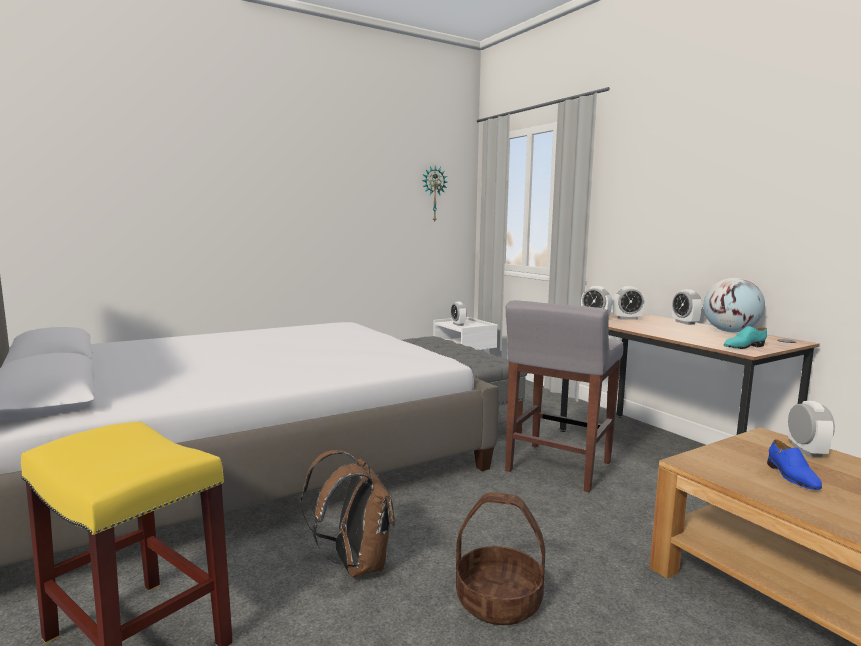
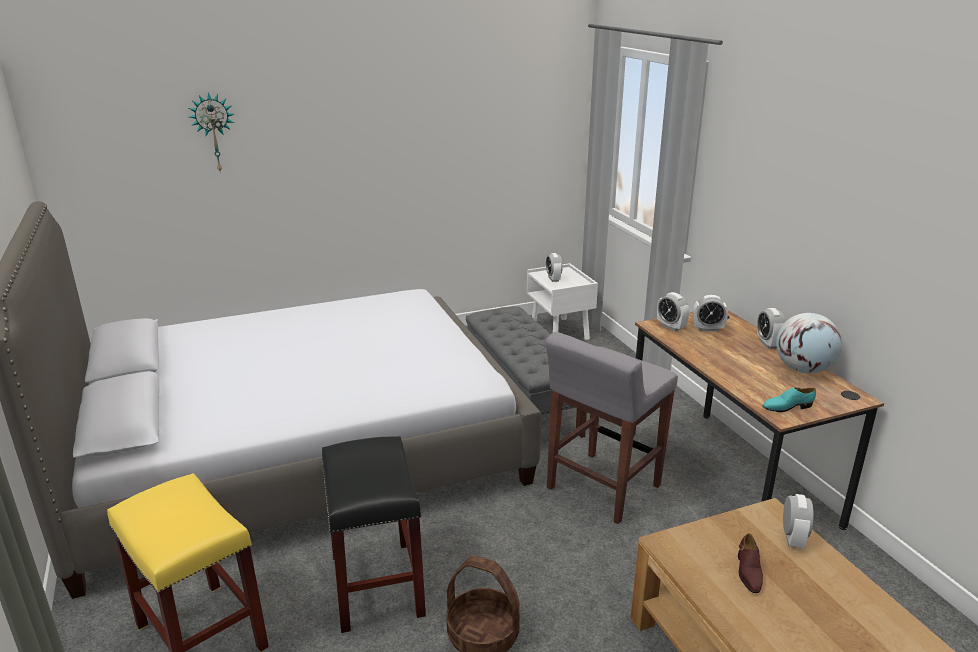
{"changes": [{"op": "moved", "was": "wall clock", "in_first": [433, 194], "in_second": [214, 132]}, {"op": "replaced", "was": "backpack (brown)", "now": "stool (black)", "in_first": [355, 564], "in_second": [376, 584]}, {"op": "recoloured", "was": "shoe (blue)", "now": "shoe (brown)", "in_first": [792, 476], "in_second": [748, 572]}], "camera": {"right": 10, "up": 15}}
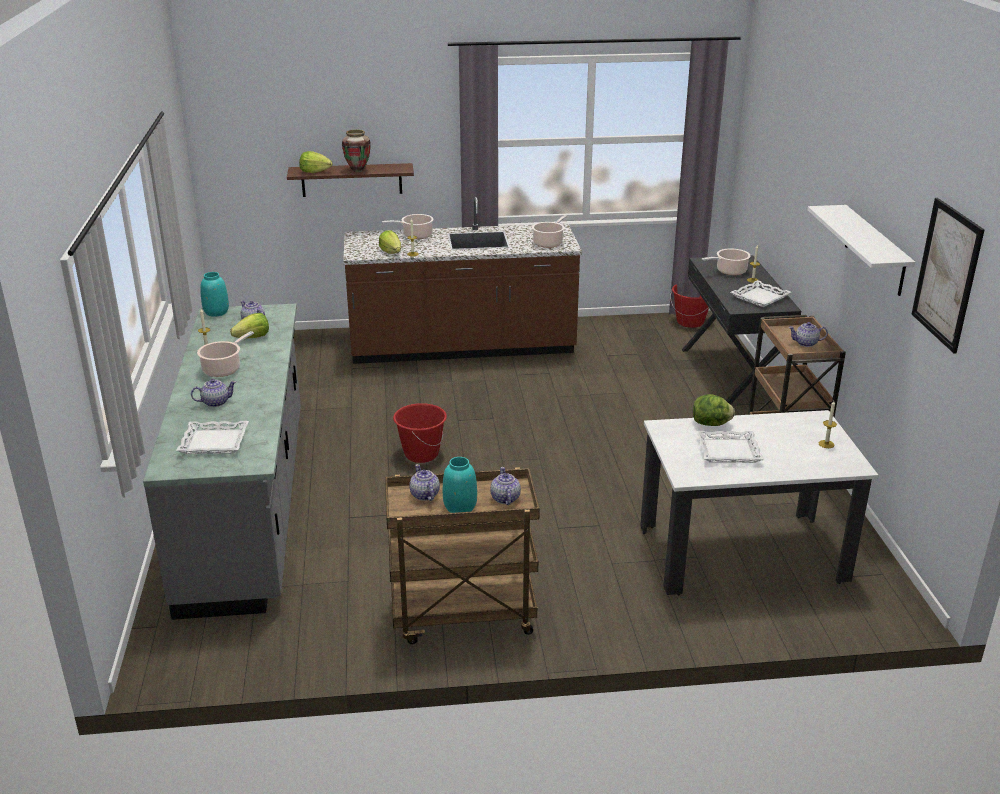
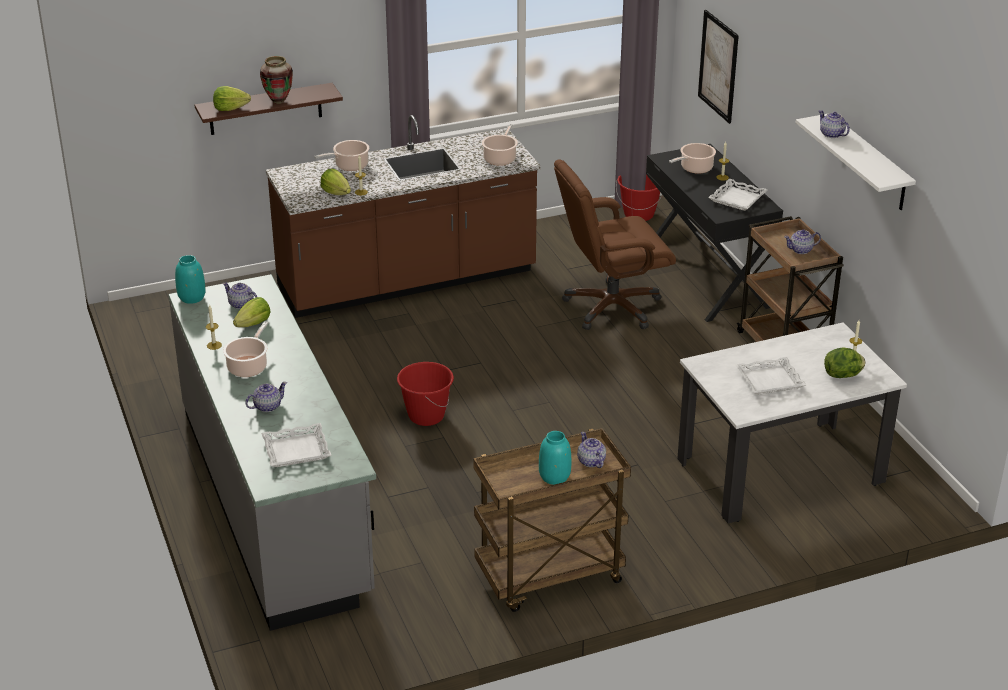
{"changes": [{"op": "added", "now": "office chair (brown)", "in_second": [611, 307]}, {"op": "moved", "was": "teapot", "in_first": [424, 495], "in_second": [832, 134]}, {"op": "moved", "was": "lettuce", "in_first": [711, 424], "in_second": [843, 375]}, {"op": "moved", "was": "picture", "in_first": [947, 274], "in_second": [718, 66]}], "camera": {"right": -15, "up": 5}}
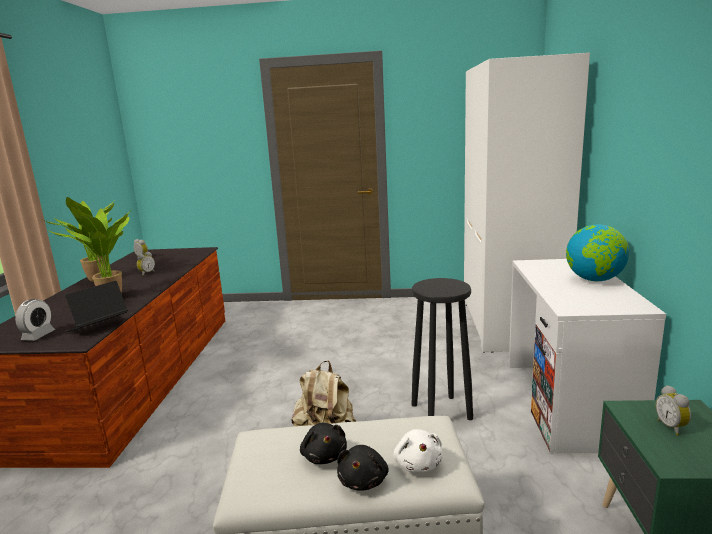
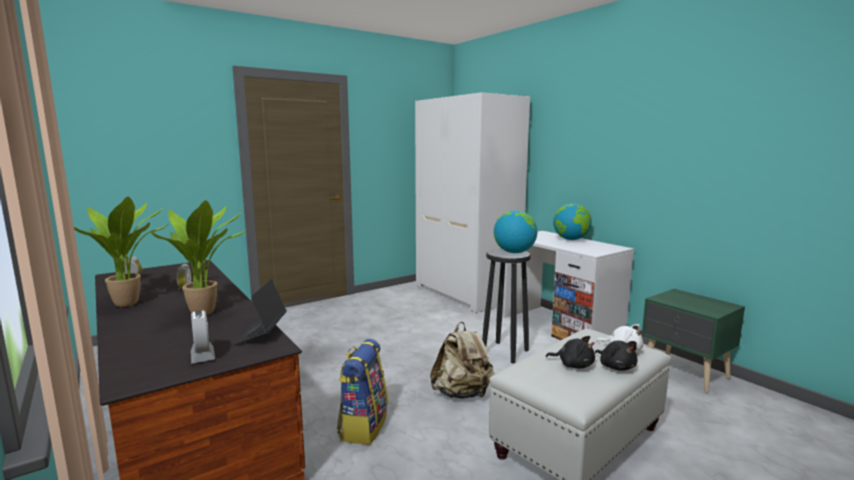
{"changes": [{"op": "removed", "was": "alarm clock", "in_first": [672, 427]}, {"op": "added", "now": "backpack", "in_second": [363, 426]}, {"op": "added", "now": "globe", "in_second": [514, 252]}], "camera": {"right": -40, "up": -5}}
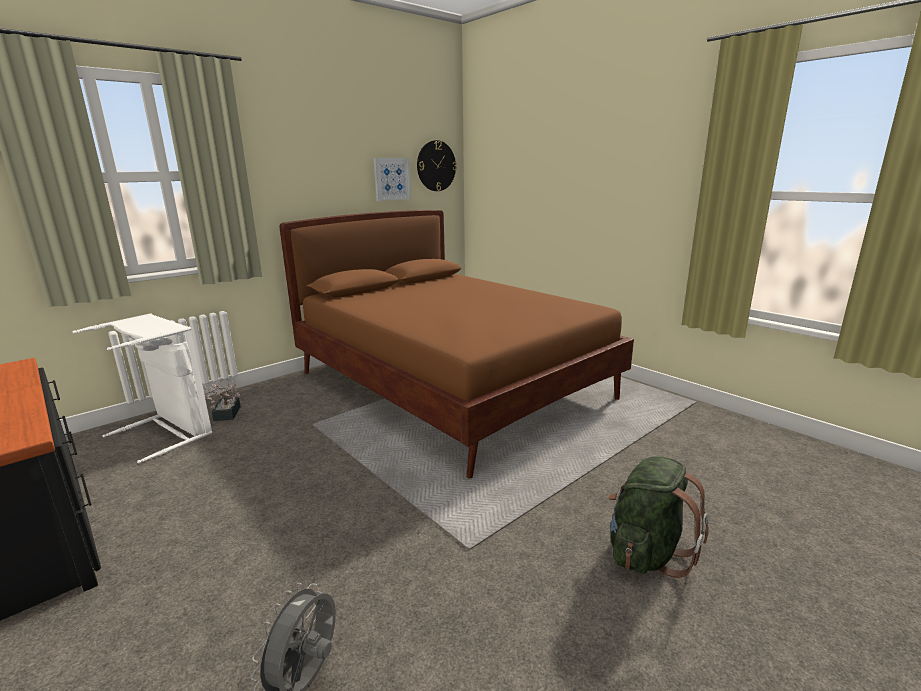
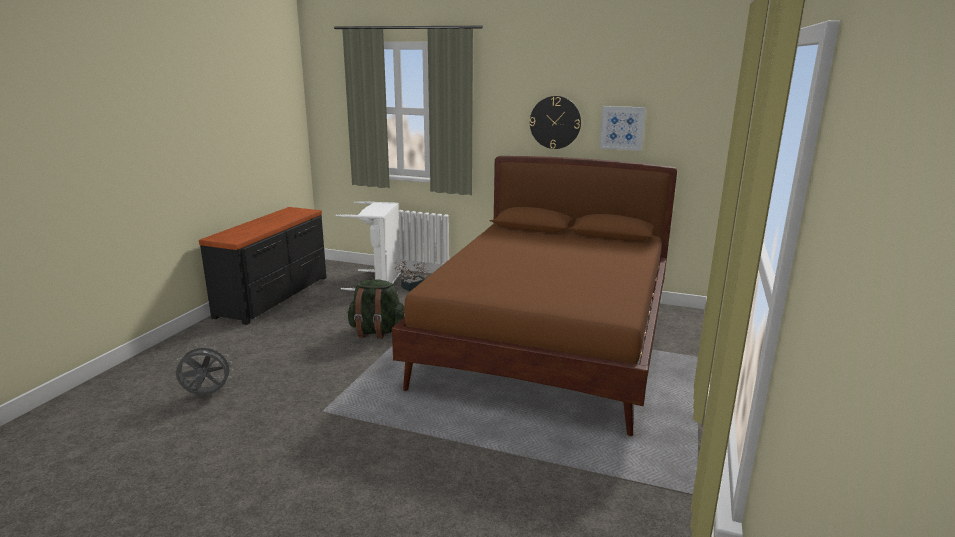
{"changes": [{"op": "moved", "was": "wall clock", "in_first": [436, 166], "in_second": [555, 122]}, {"op": "moved", "was": "backpack (green)", "in_first": [646, 552], "in_second": [376, 332]}], "camera": {"right": 60, "up": 0}}
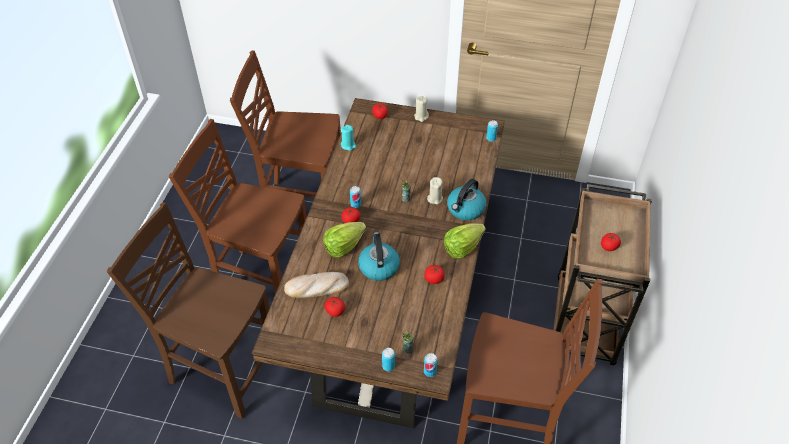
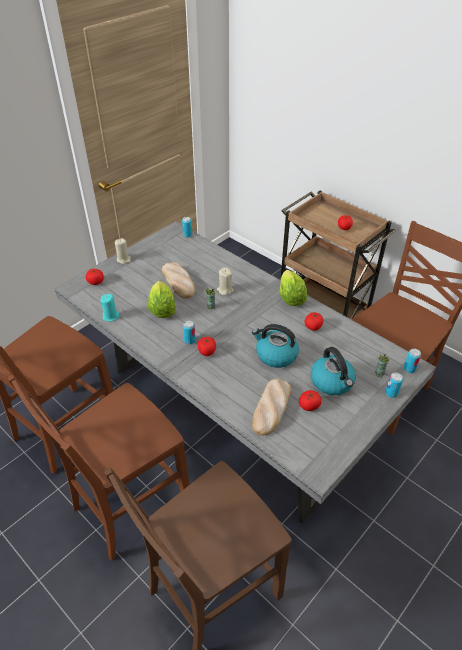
{"changes": [{"op": "added", "now": "bread", "in_second": [179, 282]}, {"op": "moved", "was": "lettuce", "in_first": [343, 246], "in_second": [162, 309]}, {"op": "moved", "was": "kettle", "in_first": [465, 209], "in_second": [332, 382]}, {"op": "recoloured", "was": "dining table (brown)", "now": "dining table (grey)", "in_first": [394, 304], "in_second": [232, 412]}], "camera": {"right": -60, "up": -5}}
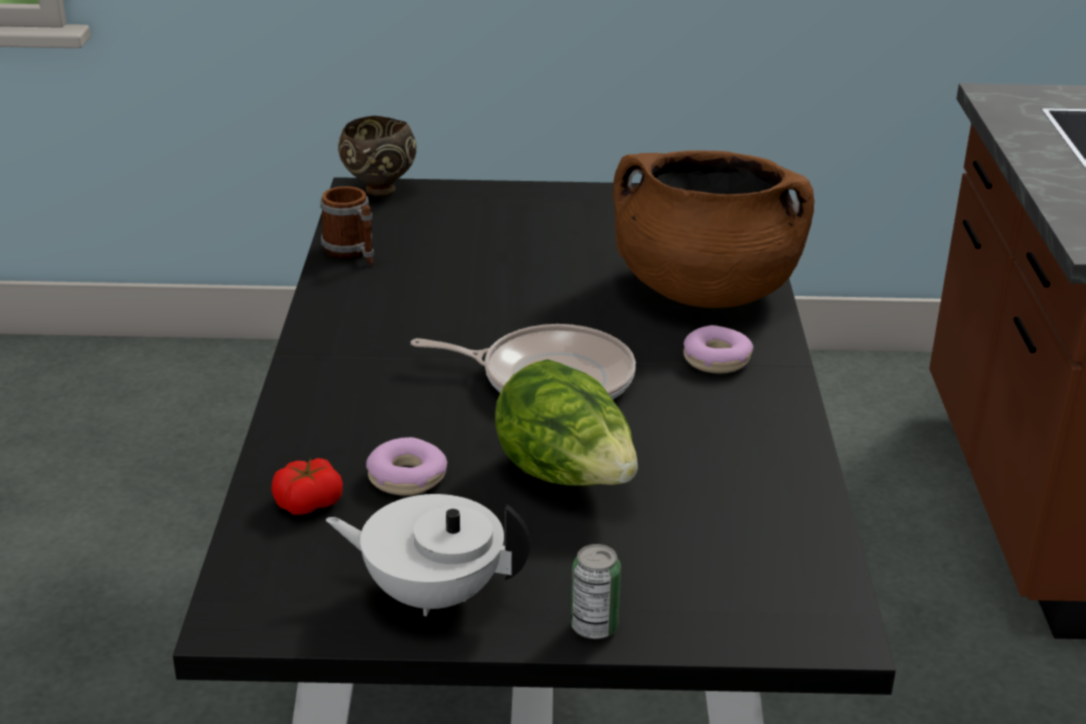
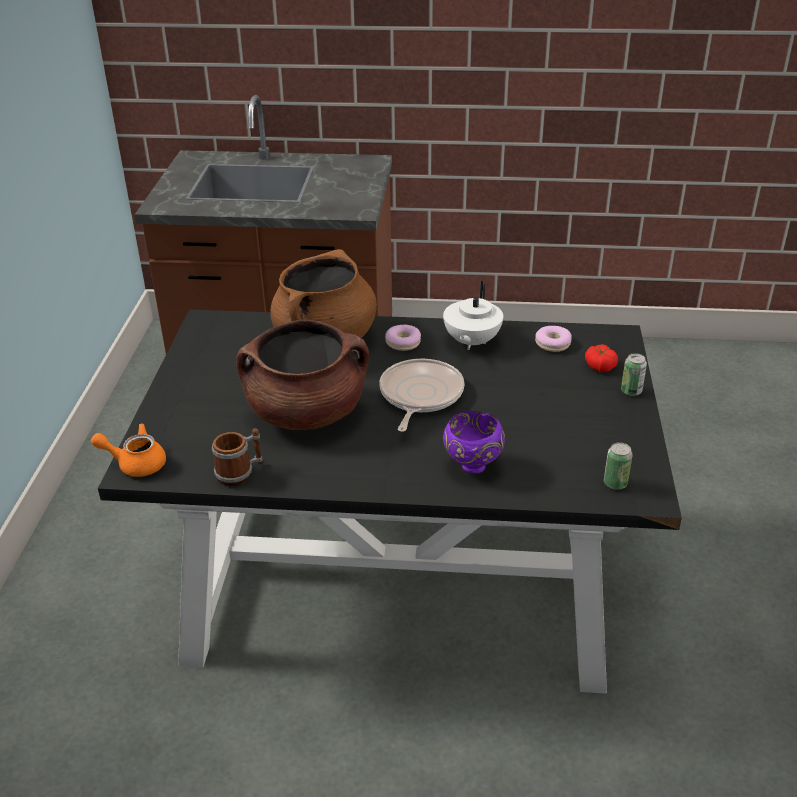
{"changes": [{"op": "removed", "was": "lettuce", "in_first": [566, 477]}, {"op": "added", "now": "cooking pot (brown)", "in_second": [307, 413]}, {"op": "added", "now": "bowl (purple)", "in_second": [471, 467]}, {"op": "added", "now": "can", "in_second": [615, 483]}, {"op": "moved", "was": "tomato", "in_first": [308, 502], "in_second": [600, 366]}, {"op": "moved", "was": "teapot (white)", "in_first": [432, 593], "in_second": [471, 342]}, {"op": "moved", "was": "donut", "in_first": [407, 478], "in_second": [553, 343]}, {"op": "replaced", "was": "bowl (brown)", "now": "teapot (orange)", "in_first": [378, 190], "in_second": [136, 463]}], "camera": {"right": -85, "up": 5}}
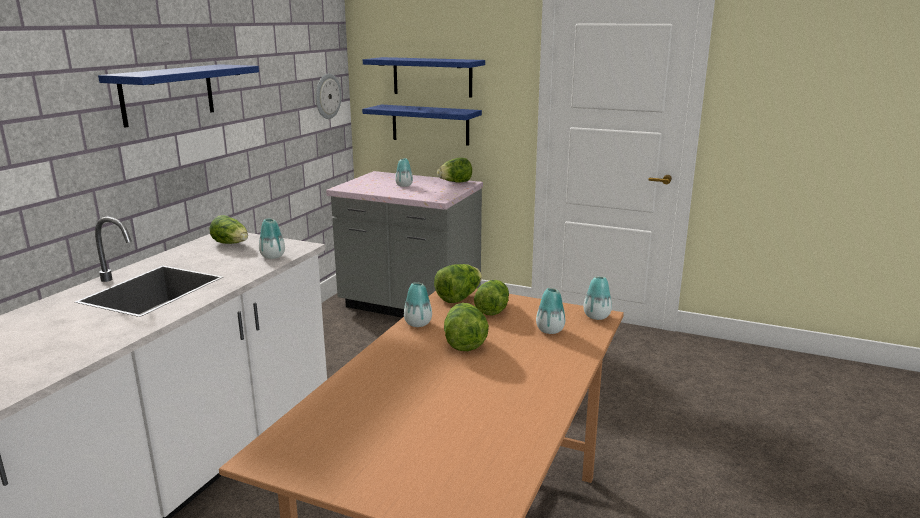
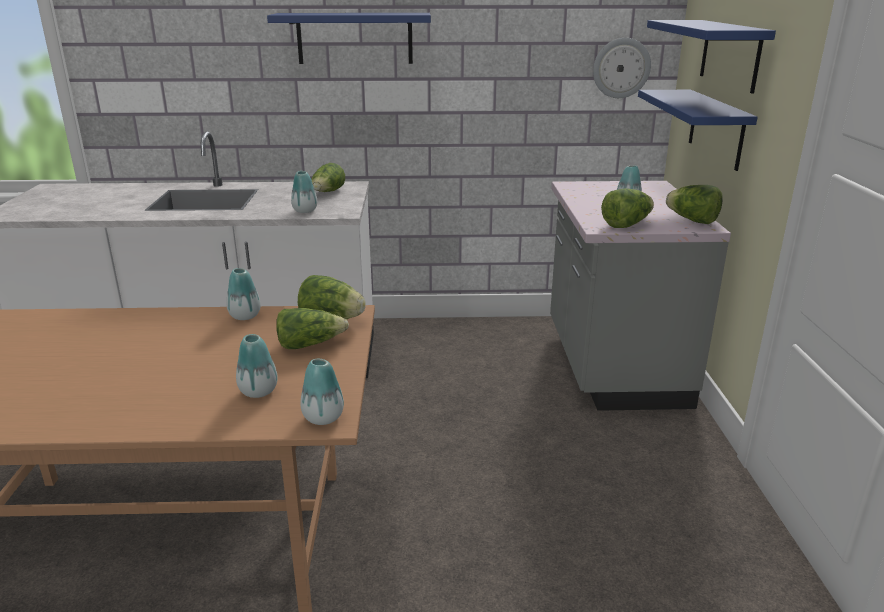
{"changes": [{"op": "moved", "was": "lettuce", "in_first": [464, 342], "in_second": [626, 225]}], "camera": {"right": 65, "up": 5}}
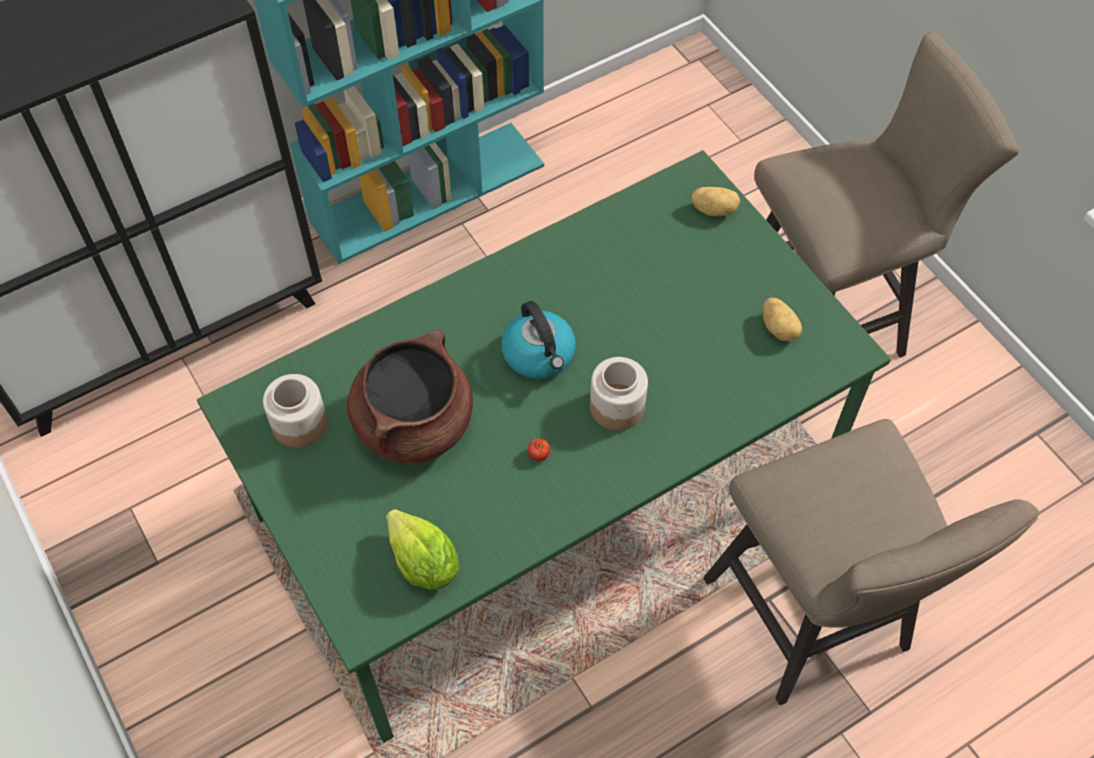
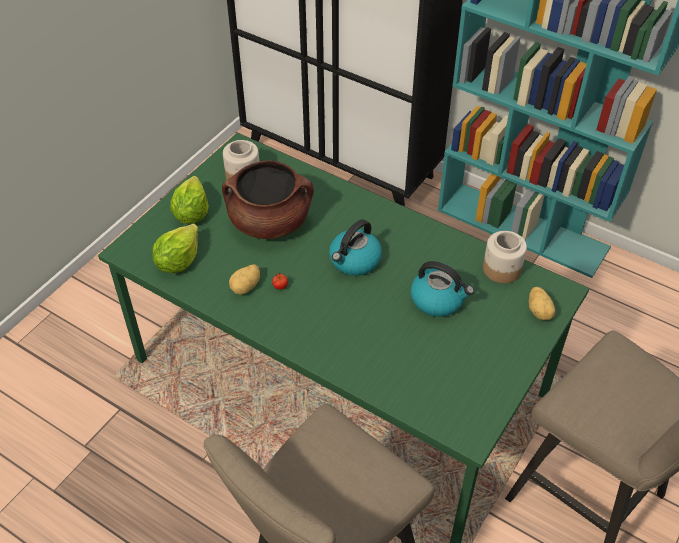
{"changes": [{"op": "added", "now": "lettuce", "in_second": [191, 213]}, {"op": "added", "now": "kettle", "in_second": [438, 300]}, {"op": "moved", "was": "jar", "in_first": [617, 406], "in_second": [502, 269]}, {"op": "moved", "was": "potato", "in_first": [780, 328], "in_second": [246, 287]}], "camera": {"right": 65, "up": -10}}
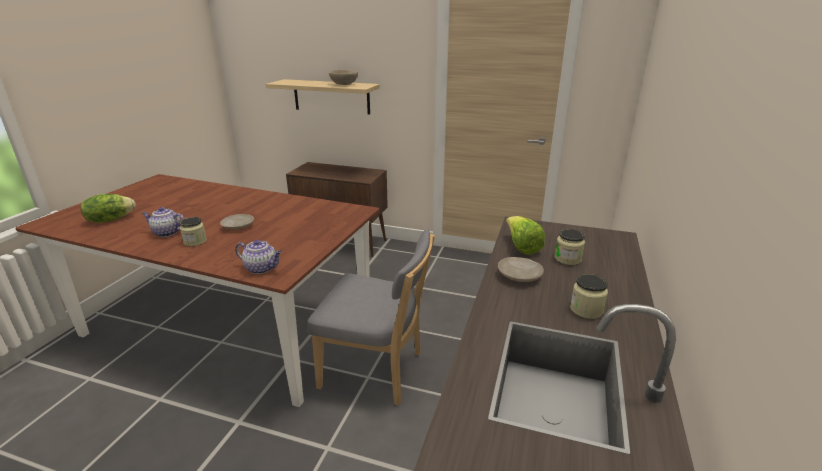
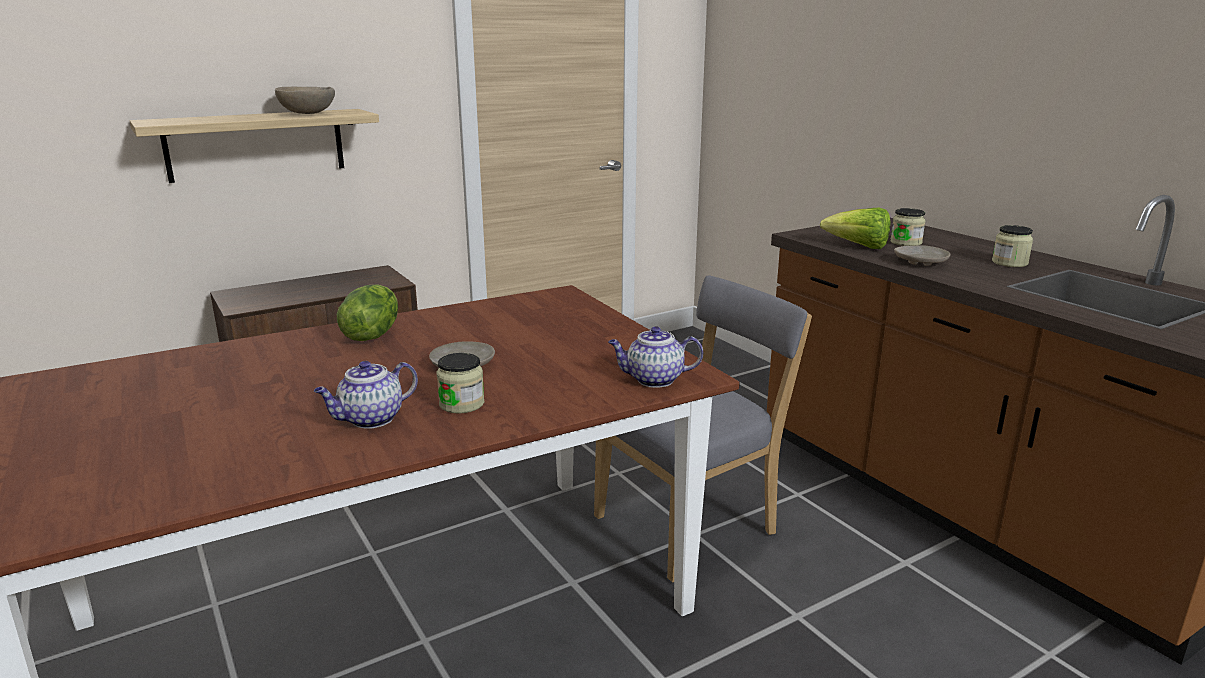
{"changes": [{"op": "moved", "was": "lettuce", "in_first": [110, 219], "in_second": [371, 334]}, {"op": "turned", "was": "teapot", "in_first": [262, 268], "in_second": [653, 380], "clockwise": -150}], "camera": {"right": -50, "up": -5}}
